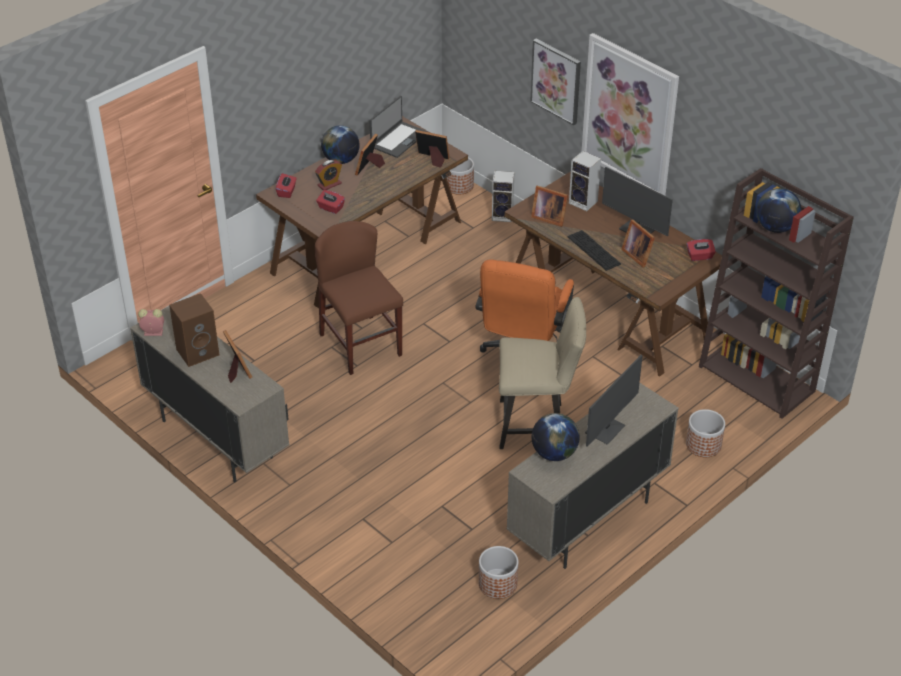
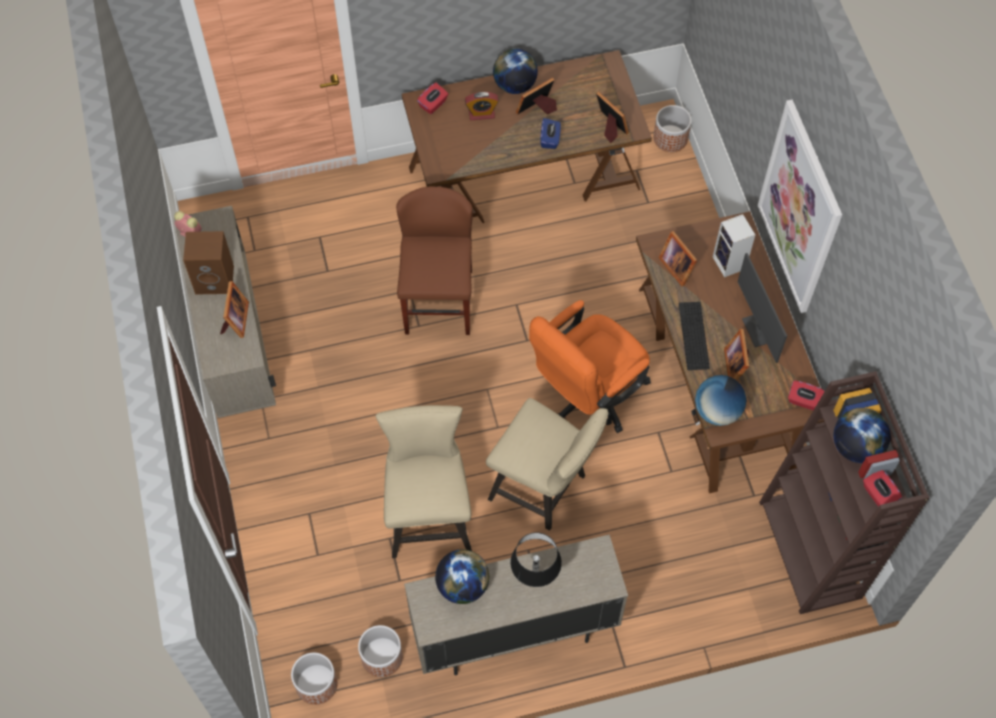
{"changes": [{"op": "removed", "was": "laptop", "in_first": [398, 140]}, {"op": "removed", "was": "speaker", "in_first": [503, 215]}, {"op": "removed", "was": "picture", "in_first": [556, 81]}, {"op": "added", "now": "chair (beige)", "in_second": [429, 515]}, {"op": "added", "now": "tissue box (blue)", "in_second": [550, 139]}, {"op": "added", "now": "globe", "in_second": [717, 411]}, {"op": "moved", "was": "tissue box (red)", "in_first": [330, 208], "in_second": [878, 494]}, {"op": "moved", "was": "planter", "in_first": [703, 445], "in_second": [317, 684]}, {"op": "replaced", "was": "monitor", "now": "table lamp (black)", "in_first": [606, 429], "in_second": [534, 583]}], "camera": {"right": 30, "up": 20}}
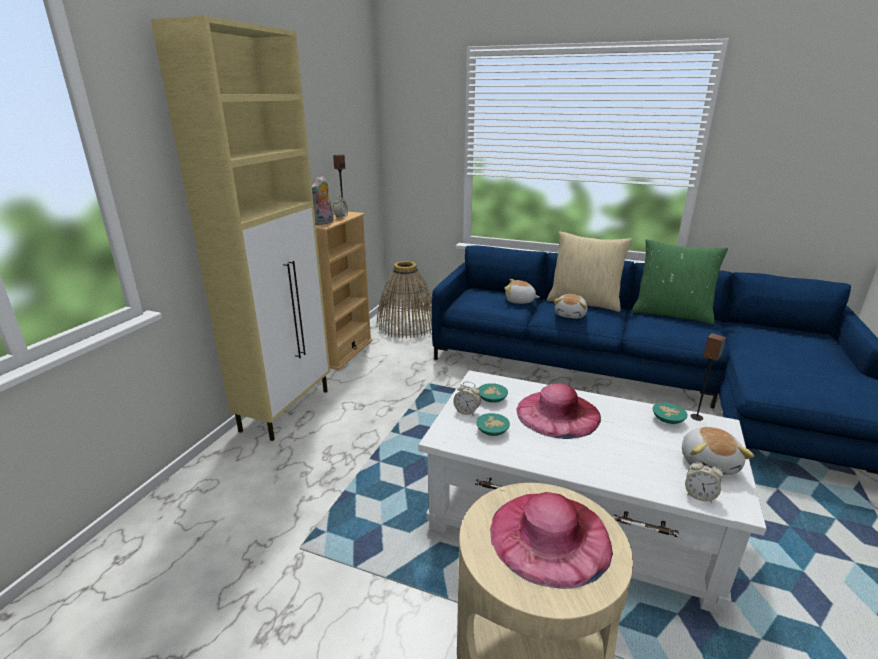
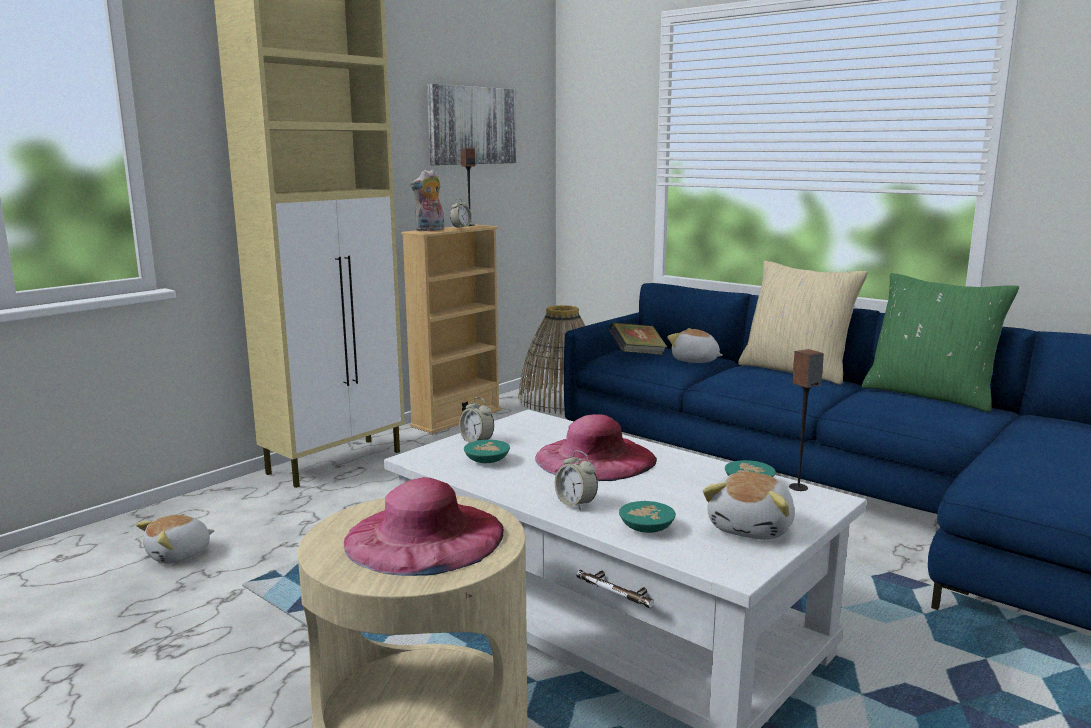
{"changes": [{"op": "added", "now": "picture", "in_second": [471, 125]}, {"op": "added", "now": "book", "in_second": [637, 354]}, {"op": "moved", "was": "bowl (turquoise)", "in_first": [491, 399], "in_second": [644, 528]}, {"op": "moved", "was": "plush toy", "in_first": [571, 315], "in_second": [179, 555]}, {"op": "moved", "was": "alarm clock", "in_first": [699, 495], "in_second": [575, 504]}], "camera": {"right": 20, "up": -10}}
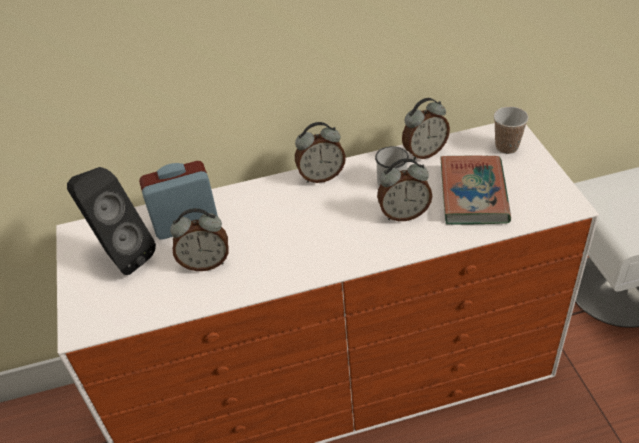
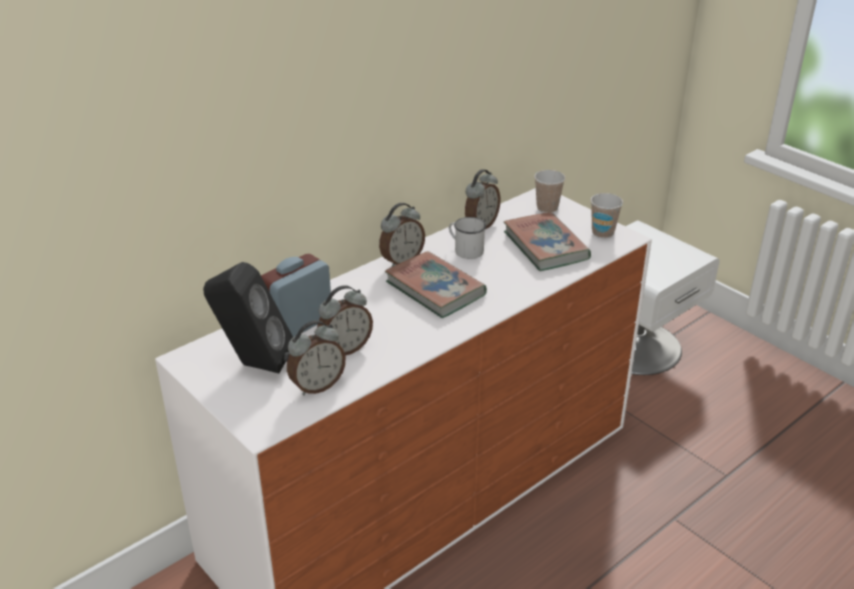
{"changes": [{"op": "added", "now": "book", "in_second": [435, 289]}, {"op": "added", "now": "cup", "in_second": [602, 233]}, {"op": "moved", "was": "alarm clock", "in_first": [404, 214], "in_second": [317, 386]}], "camera": {"right": -30, "up": -10}}
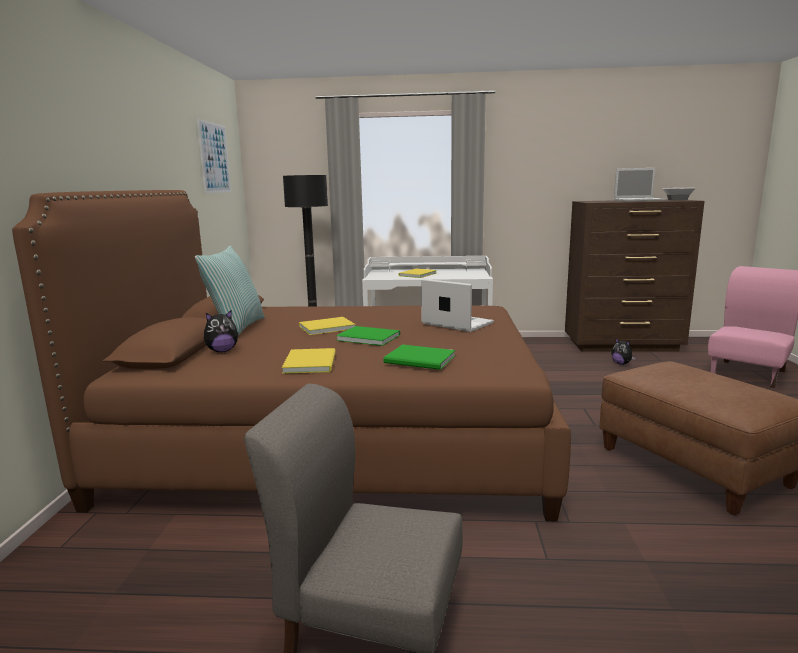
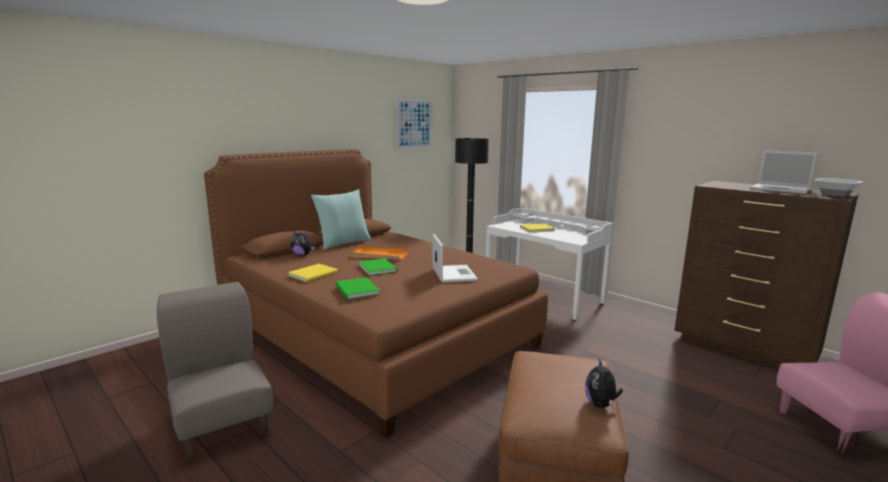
{"changes": [{"op": "moved", "was": "plush toy", "in_first": [621, 363], "in_second": [601, 405]}, {"op": "replaced", "was": "book (yellow)", "now": "tray (orange)", "in_first": [325, 327], "in_second": [379, 255]}], "camera": {"right": 40, "up": 0}}
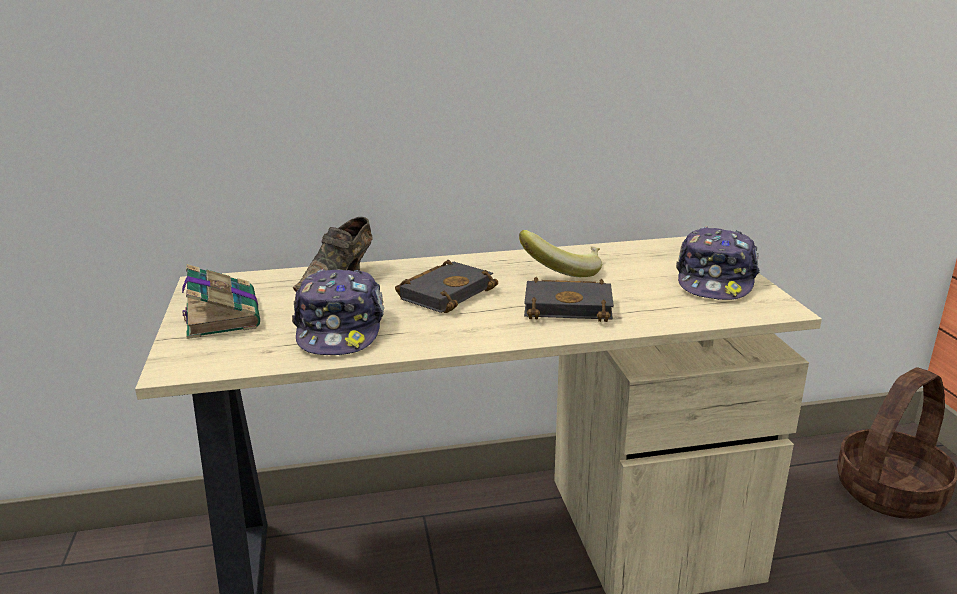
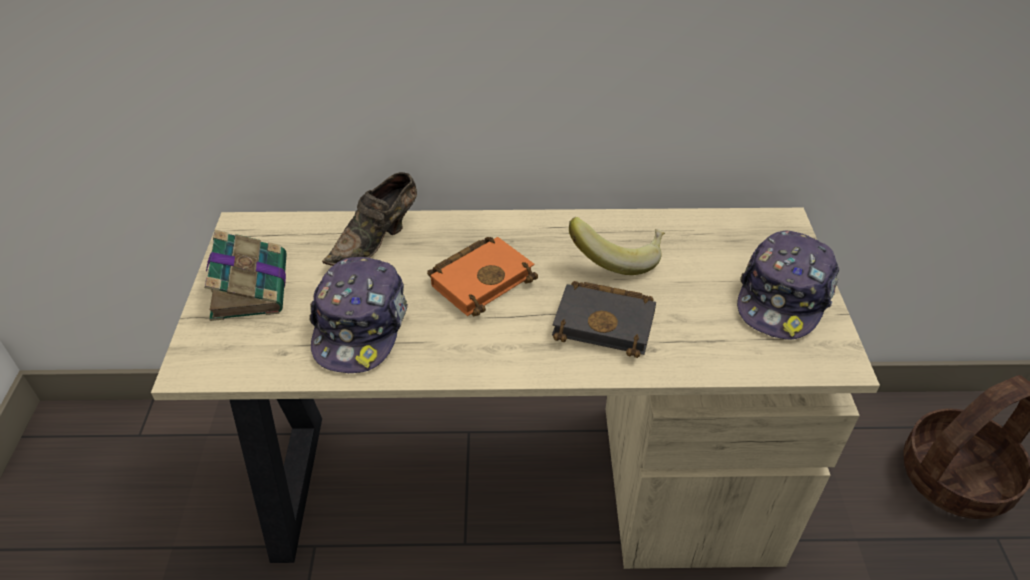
{"changes": [{"op": "recoloured", "was": "book (black)", "now": "book (orange)", "in_first": [446, 292], "in_second": [482, 278]}], "camera": {"right": 10, "up": 20}}
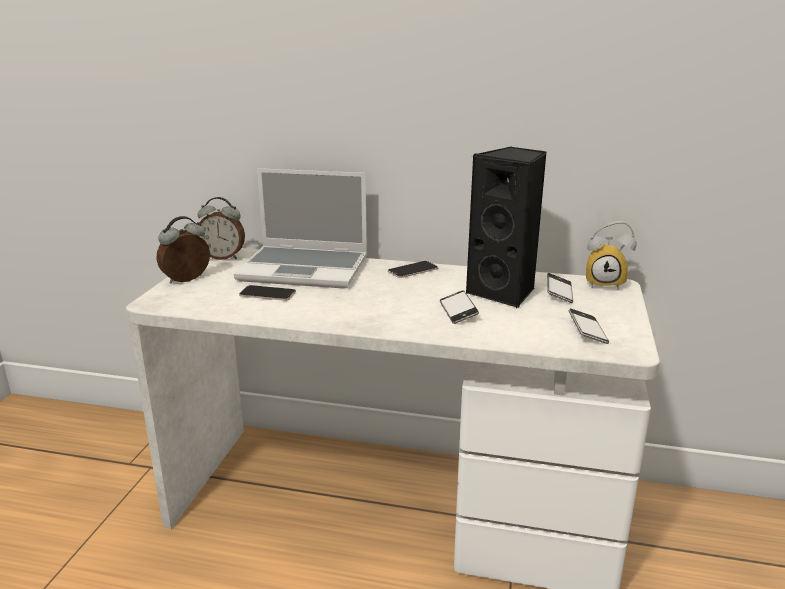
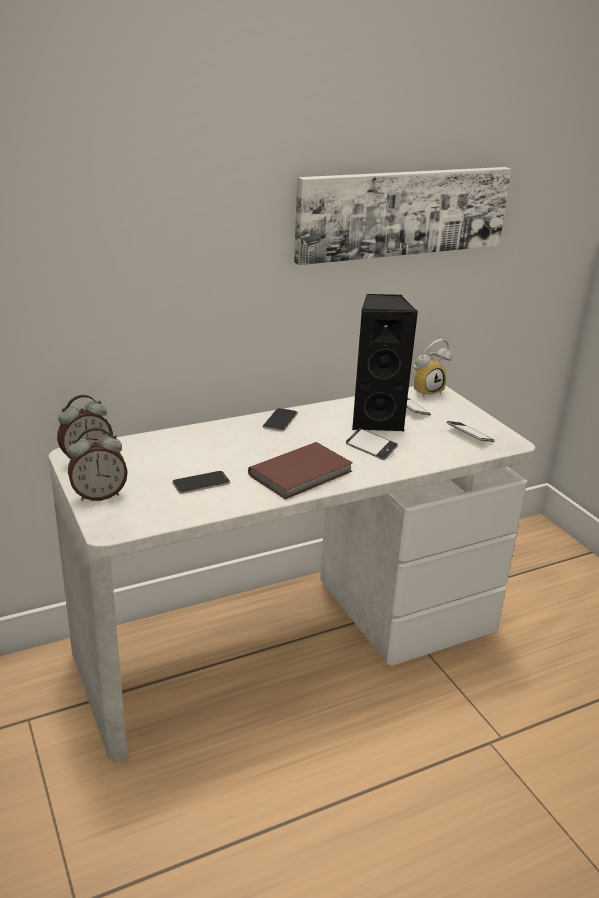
{"changes": [{"op": "removed", "was": "laptop", "in_first": [306, 269]}, {"op": "added", "now": "book (brown)", "in_second": [303, 474]}, {"op": "added", "now": "picture", "in_second": [402, 212]}, {"op": "turned", "was": "alarm clock", "in_first": [187, 280], "in_second": [99, 495], "clockwise": -120}], "camera": {"right": -40, "up": 5}}
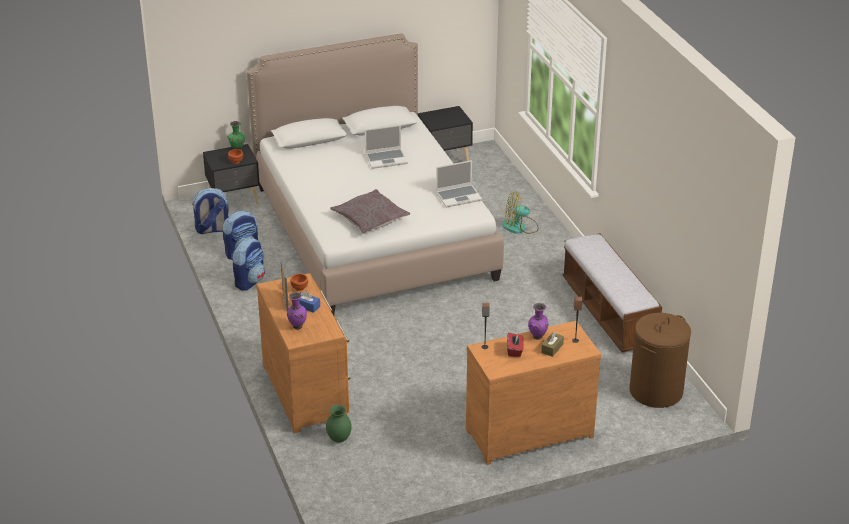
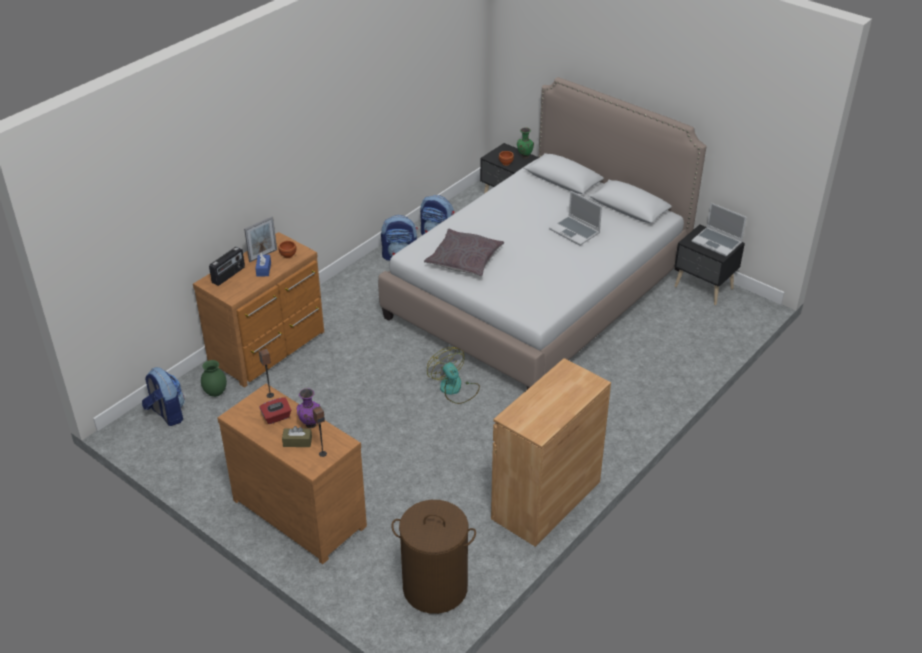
{"changes": [{"op": "moved", "was": "backpack", "in_first": [212, 229], "in_second": [167, 414]}, {"op": "moved", "was": "laptop", "in_first": [459, 196], "in_second": [717, 242]}, {"op": "moved", "was": "fan", "in_first": [520, 227], "in_second": [454, 389]}, {"op": "replaced", "was": "vase (purple)", "now": "radio", "in_first": [297, 326], "in_second": [229, 275]}, {"op": "replaced", "was": "bench", "now": "cabinet (brown)", "in_first": [608, 313], "in_second": [546, 500]}], "camera": {"right": 60, "up": 5}}
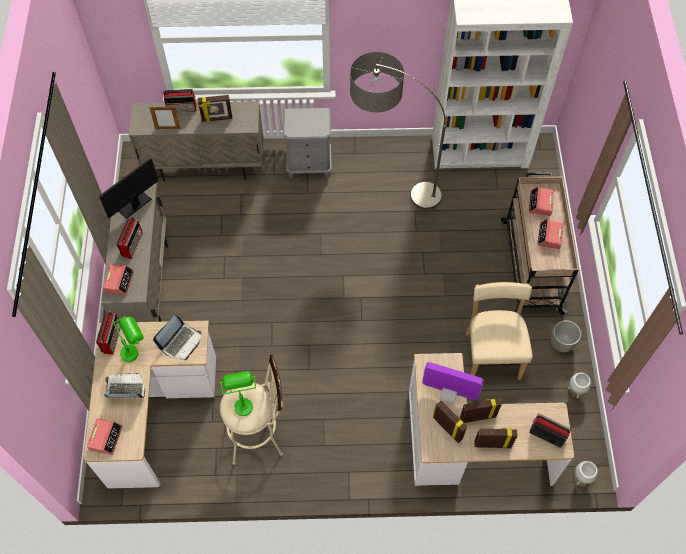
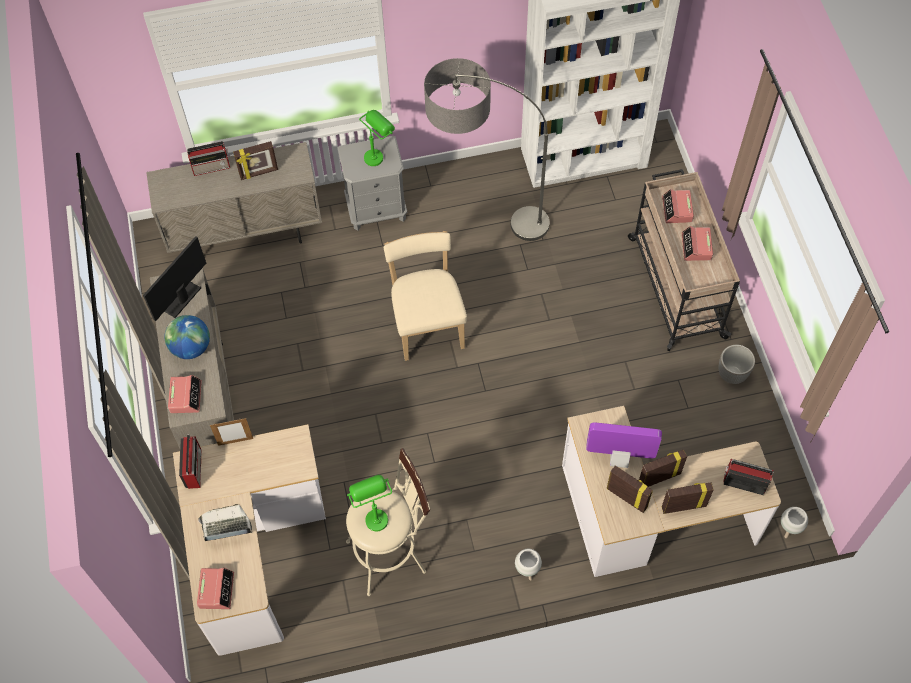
{"changes": [{"op": "removed", "was": "laptop", "in_first": [181, 342]}, {"op": "moved", "was": "table lamp (green)", "in_first": [135, 350], "in_second": [378, 154]}, {"op": "moved", "was": "picture frame", "in_first": [168, 128], "in_second": [235, 441]}, {"op": "moved", "was": "chair (beige)", "in_first": [492, 352], "in_second": [427, 324]}, {"op": "moved", "was": "planter (white)", "in_first": [575, 391], "in_second": [527, 571]}, {"op": "replaced", "was": "radio", "now": "globe", "in_first": [132, 244], "in_second": [191, 347]}], "camera": {"right": -10, "up": 0}}
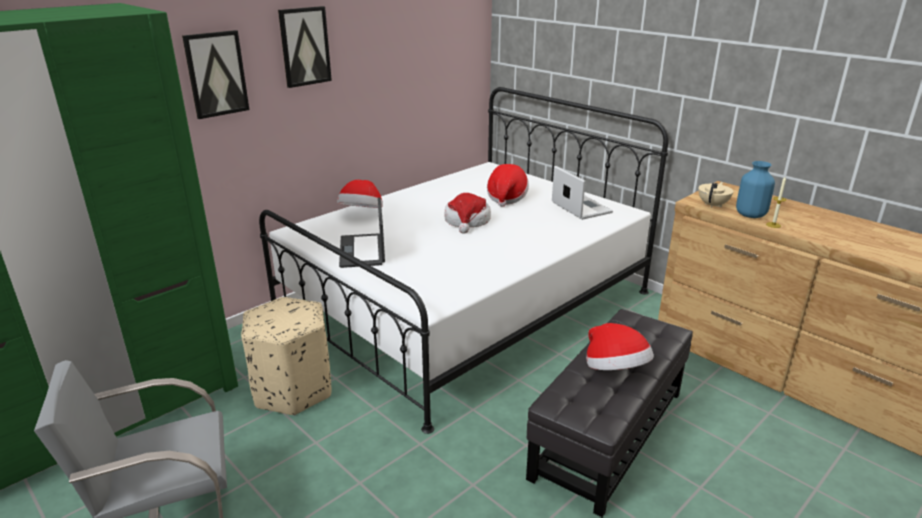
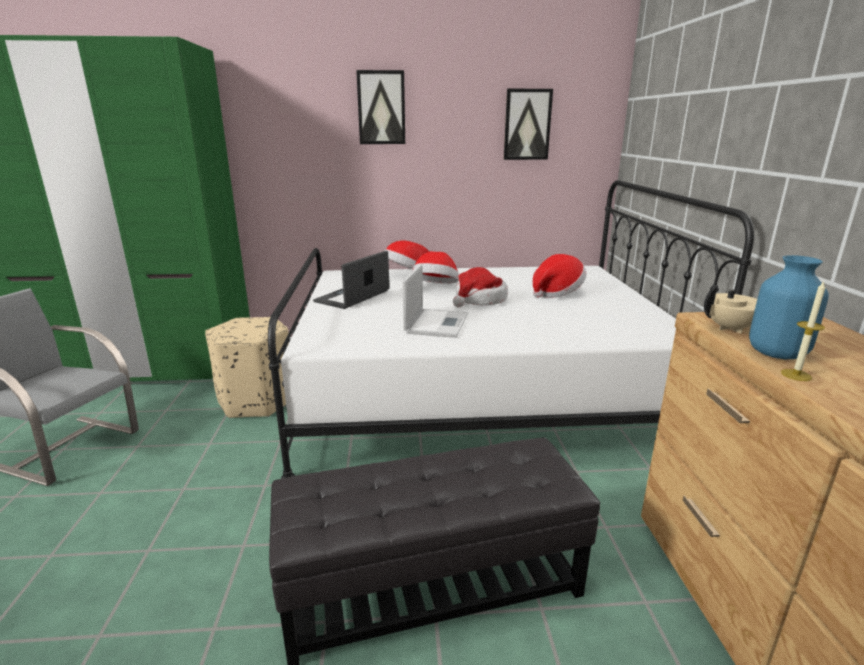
{"changes": [{"op": "moved", "was": "picture", "in_first": [216, 74], "in_second": [527, 124]}, {"op": "moved", "was": "laptop", "in_first": [580, 207], "in_second": [437, 323]}, {"op": "moved", "was": "hat", "in_first": [615, 370], "in_second": [436, 288]}], "camera": {"right": 40, "up": -5}}
